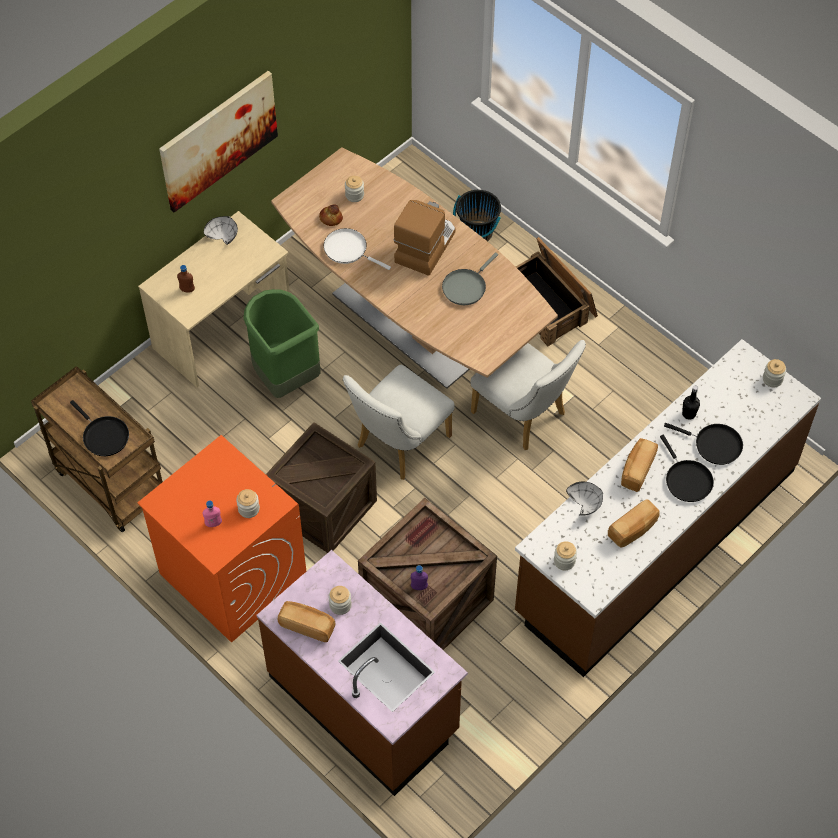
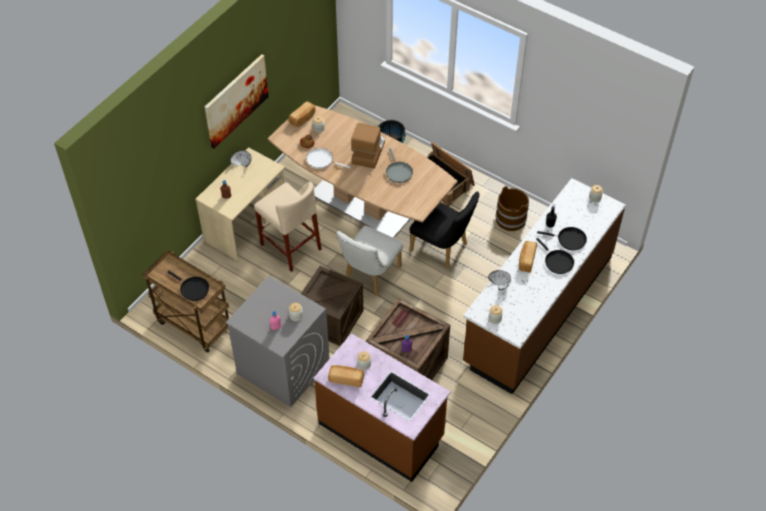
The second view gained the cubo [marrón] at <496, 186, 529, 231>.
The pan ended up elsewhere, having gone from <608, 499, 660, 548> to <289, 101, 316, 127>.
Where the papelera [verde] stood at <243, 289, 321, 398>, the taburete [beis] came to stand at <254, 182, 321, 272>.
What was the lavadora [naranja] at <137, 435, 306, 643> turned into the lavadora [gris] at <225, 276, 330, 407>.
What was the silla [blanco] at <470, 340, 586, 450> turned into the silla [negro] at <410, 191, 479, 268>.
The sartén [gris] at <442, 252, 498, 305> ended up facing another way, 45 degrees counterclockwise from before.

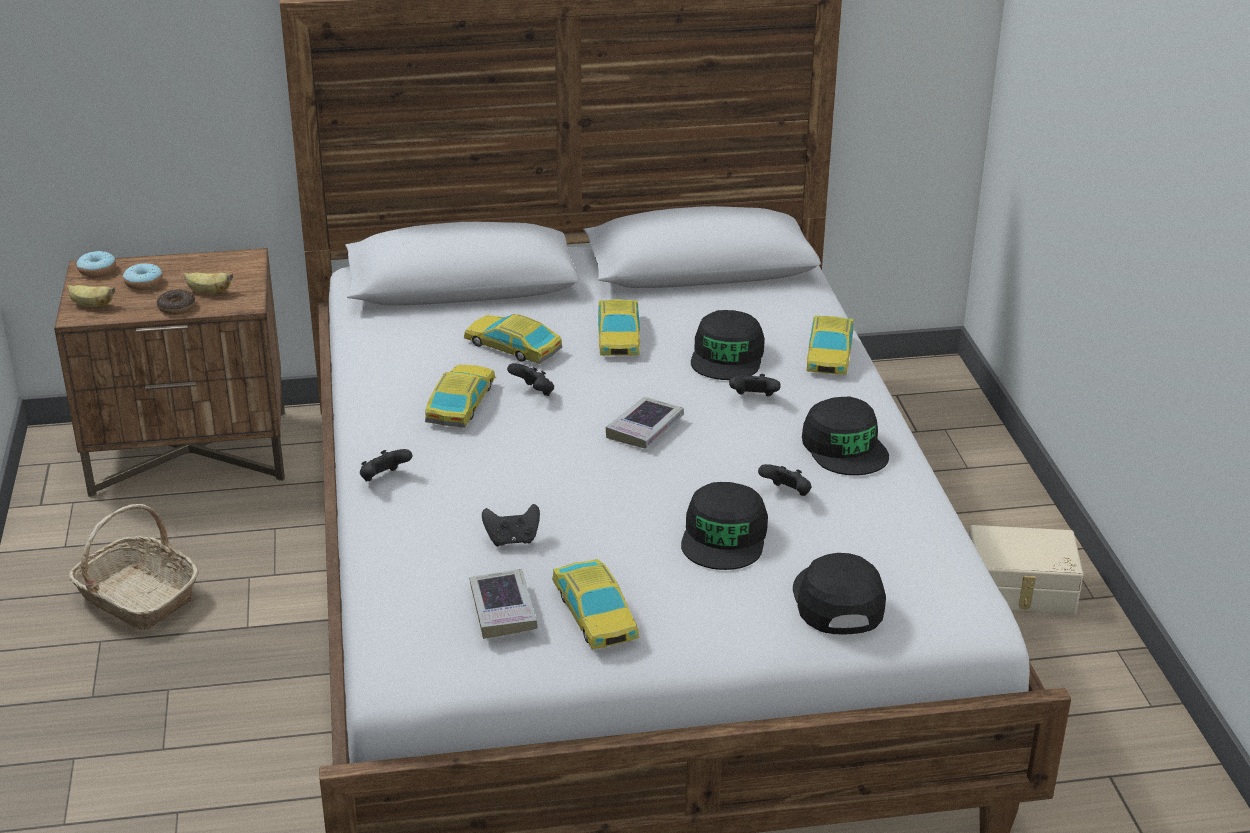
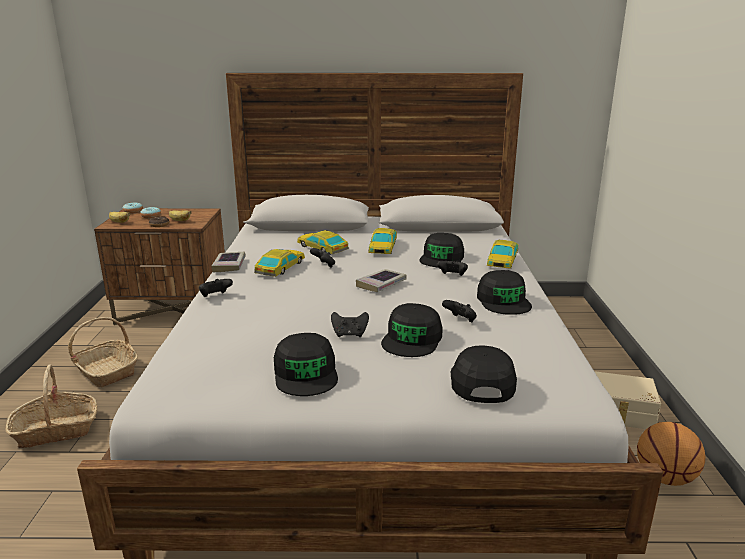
The second view gained the cesta at <6, 364, 98, 448>.
The second view gained the balón de baloncesto at <637, 422, 705, 486>.
The libro ended up elsewhere, having gone from <469, 569, 538, 639> to <212, 252, 246, 272>.
The mando de consola [negro] ended up elsewhere, having gone from <482, 504, 540, 546> to <331, 312, 369, 337>.
Where the coche de juguete stood at <552, 559, 639, 649>, the gorra [negro] came to stand at <274, 333, 338, 396>.

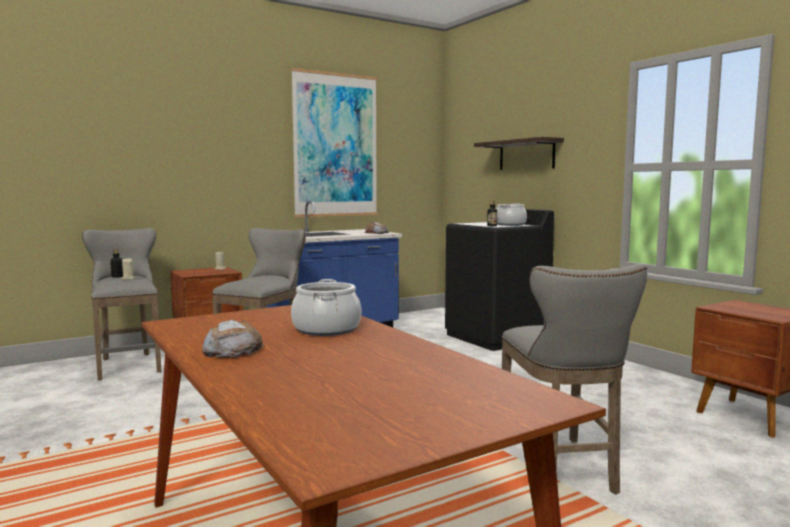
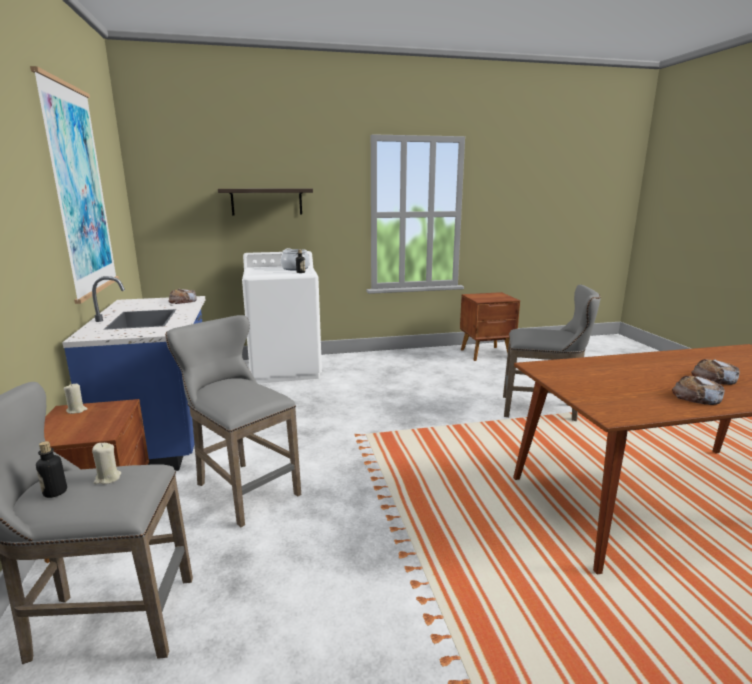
The second view lost the olla at <291, 279, 361, 336>.
The second view gained the pan at <691, 359, 740, 385>.
What was the lavadora [negro] at <445, 209, 554, 351> turned into the lavadora [blanco] at <242, 251, 322, 384>.

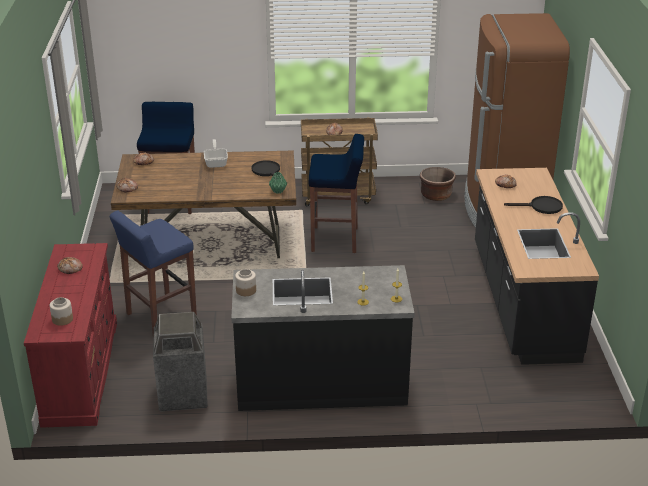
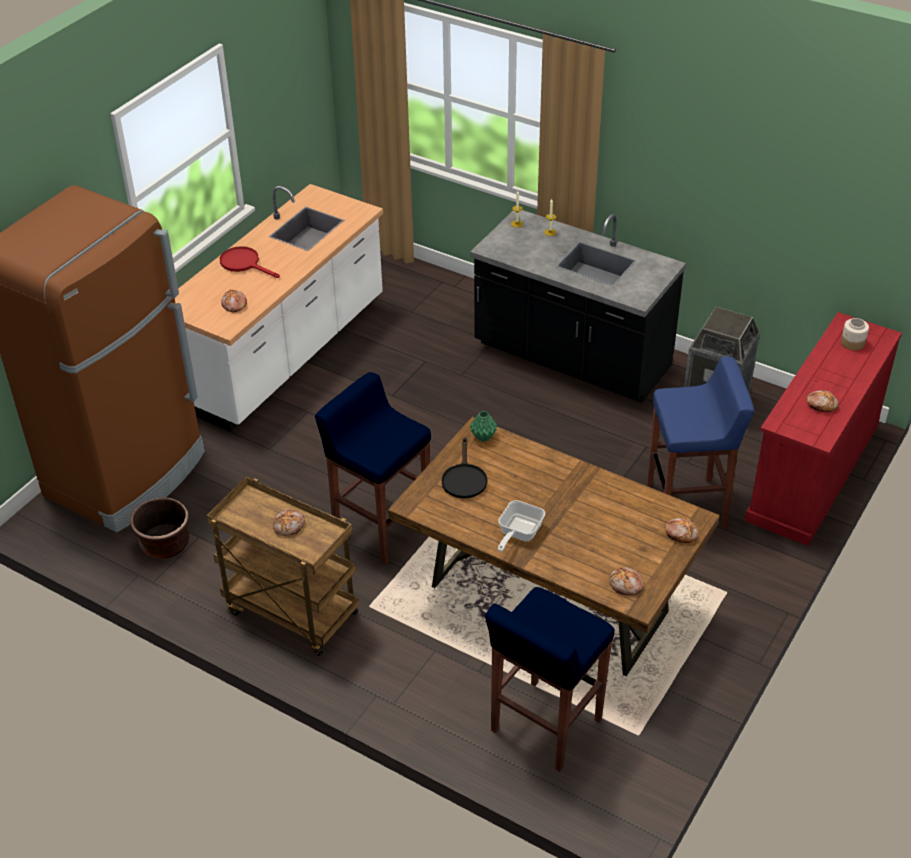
The second view lost the tarro at <235, 269, 256, 296>.
What was the mueble bajo de cocina [negro] at <475, 168, 599, 365> turned into the mueble bajo de cocina [blanco] at <175, 184, 383, 432>.
What was the sartén [negro] at <504, 196, 563, 214> turned into the sartén [rojo] at <220, 246, 280, 278>.

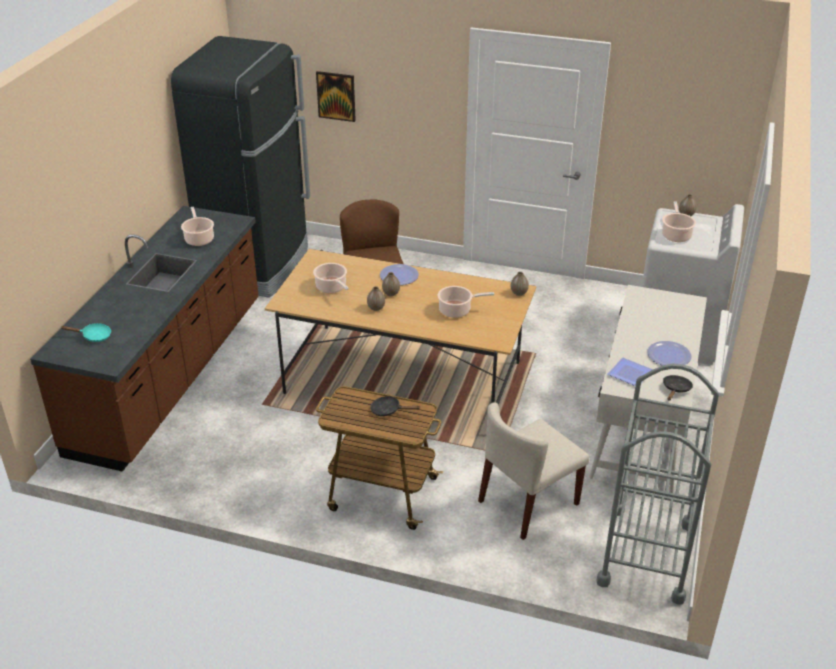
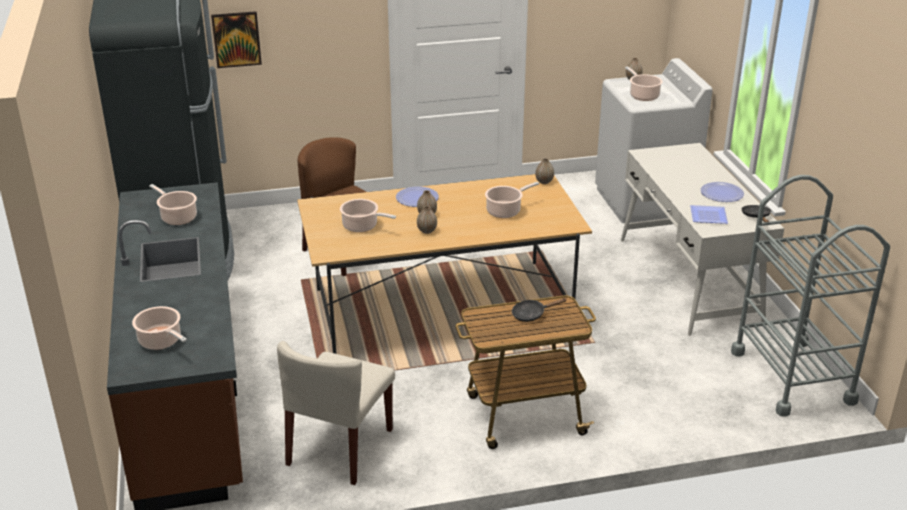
The silla [beis] ended up elsewhere, having gone from <478, 402, 590, 540> to <277, 341, 395, 485>.
Where the sartén [turquesa] stood at <61, 323, 111, 342>, the olla came to stand at <132, 306, 187, 350>.

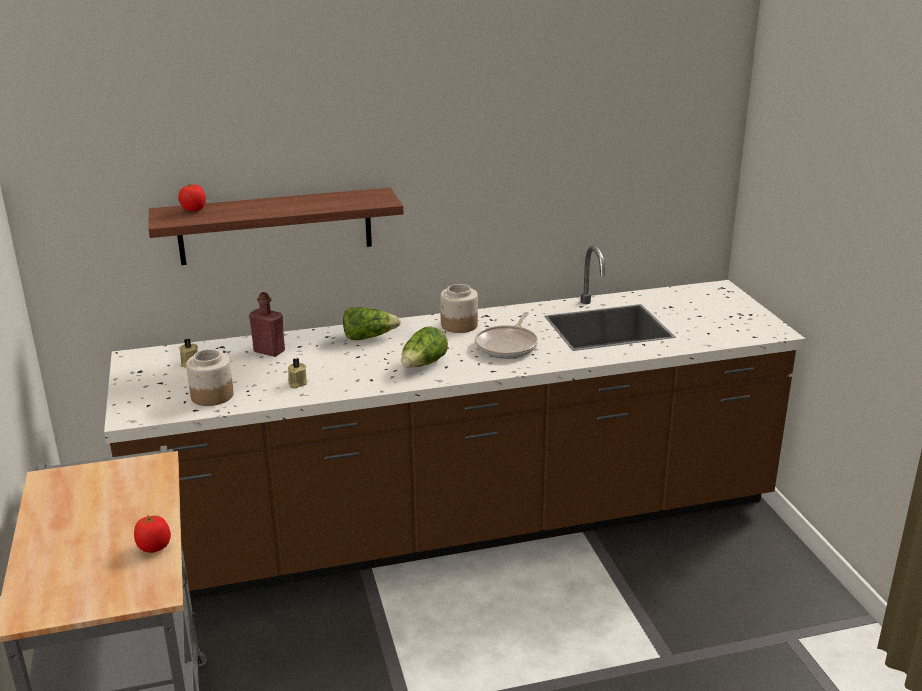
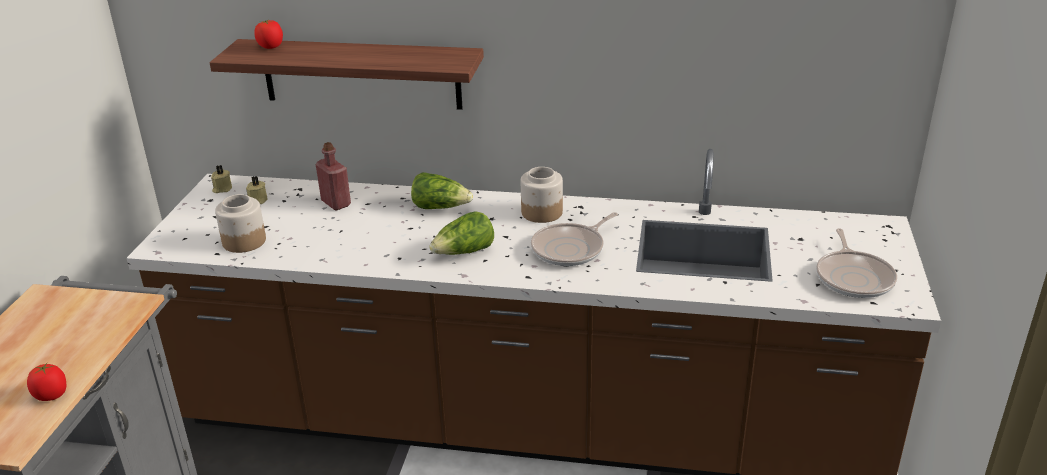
The second view gained the sartén at <816, 228, 897, 298>.
The vela [beis] ended up elsewhere, having gone from <288, 358, 307, 388> to <211, 165, 232, 193>.

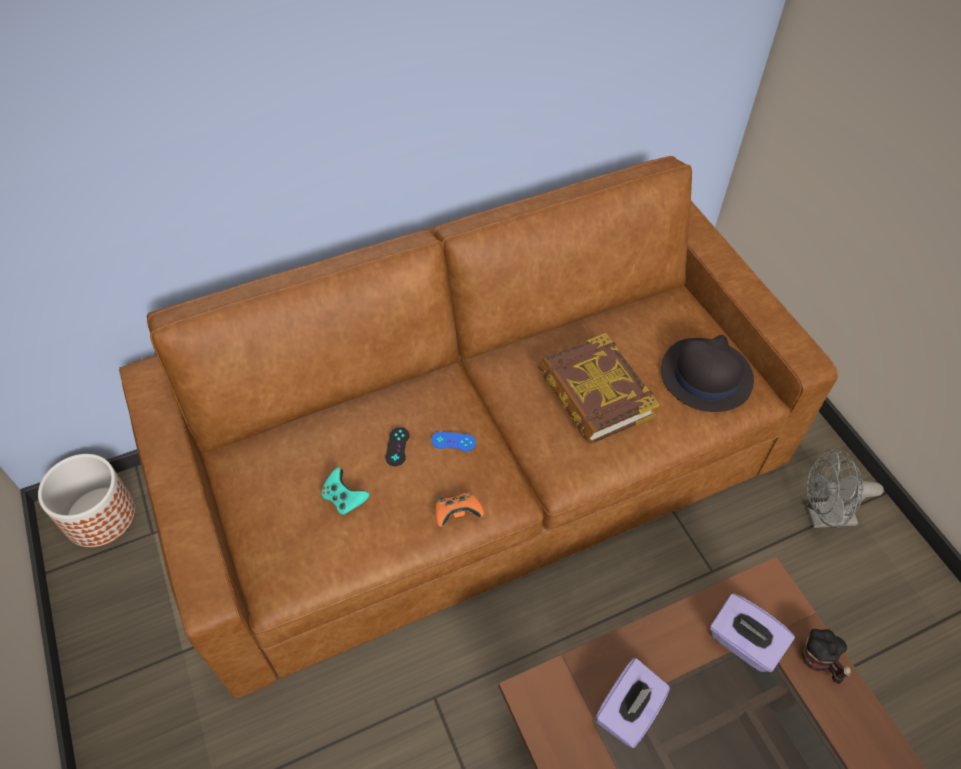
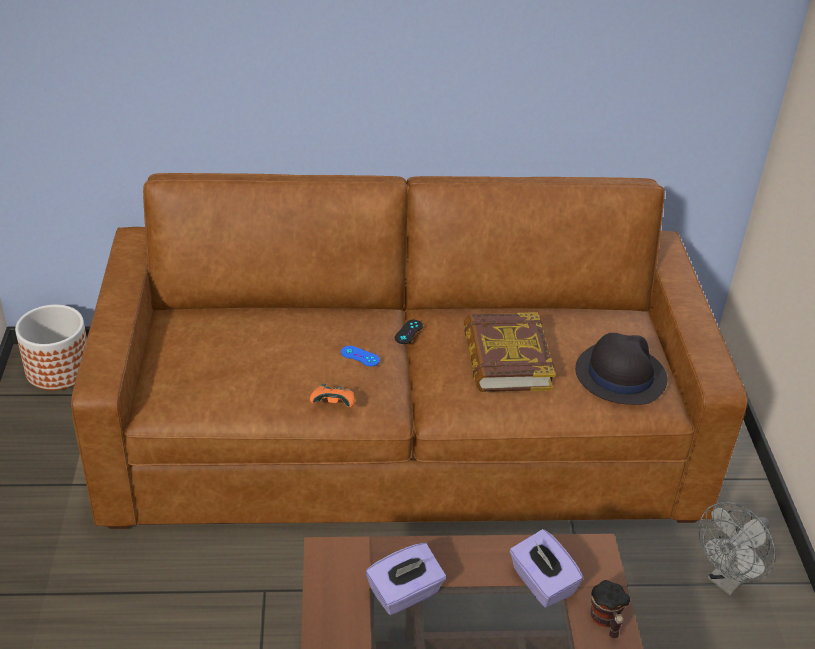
The second view lost the mando de consola [turquesa] at <321, 467, 369, 515>.
The mando de consola [negro] ended up elsewhere, having gone from <385, 427, 409, 466> to <395, 320, 423, 344>.
The ventilador [gris] at <806, 448, 884, 528> ended up facing another way, 60 degrees counterclockwise from before.

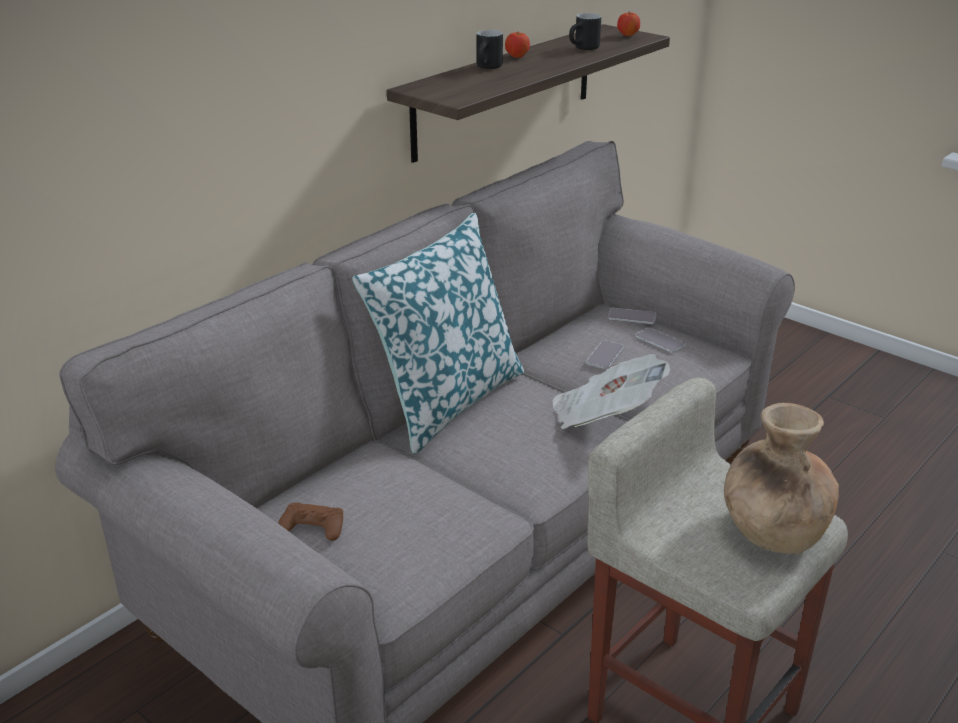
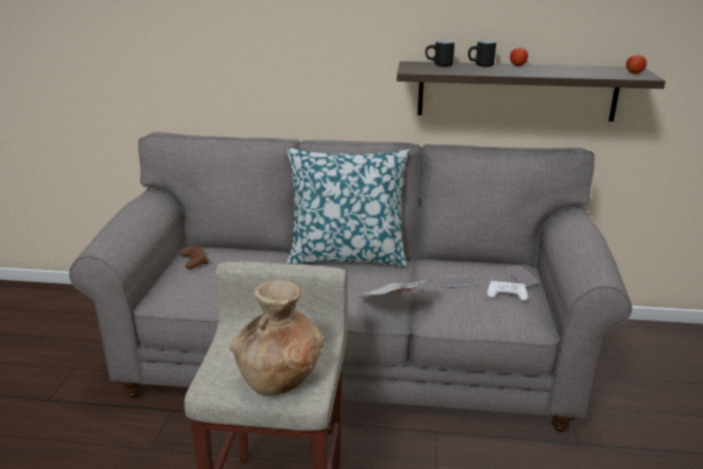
The taza grande [negro] ended up elsewhere, having gone from <569, 13, 601, 50> to <425, 40, 455, 67>.
Where the móvil stood at <635, 328, 686, 353>, the mando de consola [blanco] came to stand at <487, 281, 528, 301>.

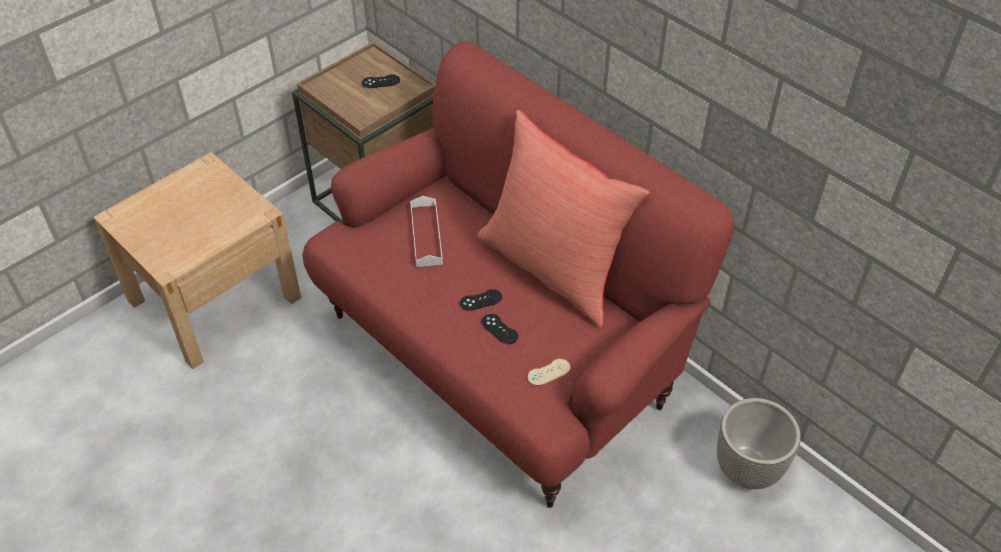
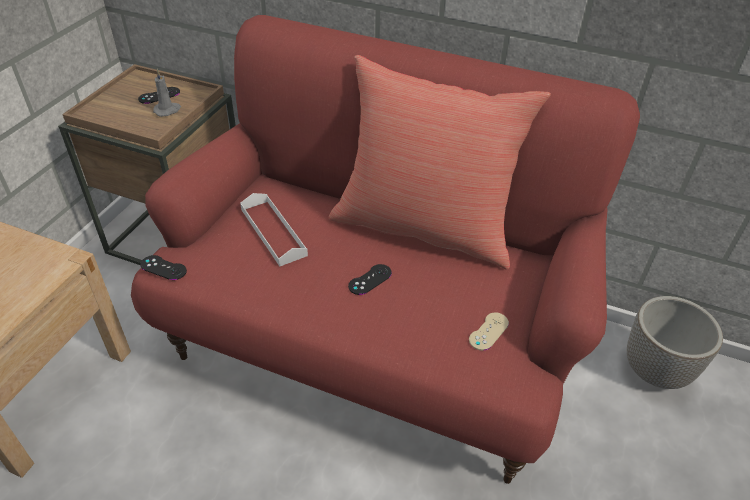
The second view gained the vela [gris] at <153, 69, 181, 117>.
The mando de consola [negro] ended up elsewhere, having gone from <481, 314, 518, 344> to <141, 255, 187, 280>.

